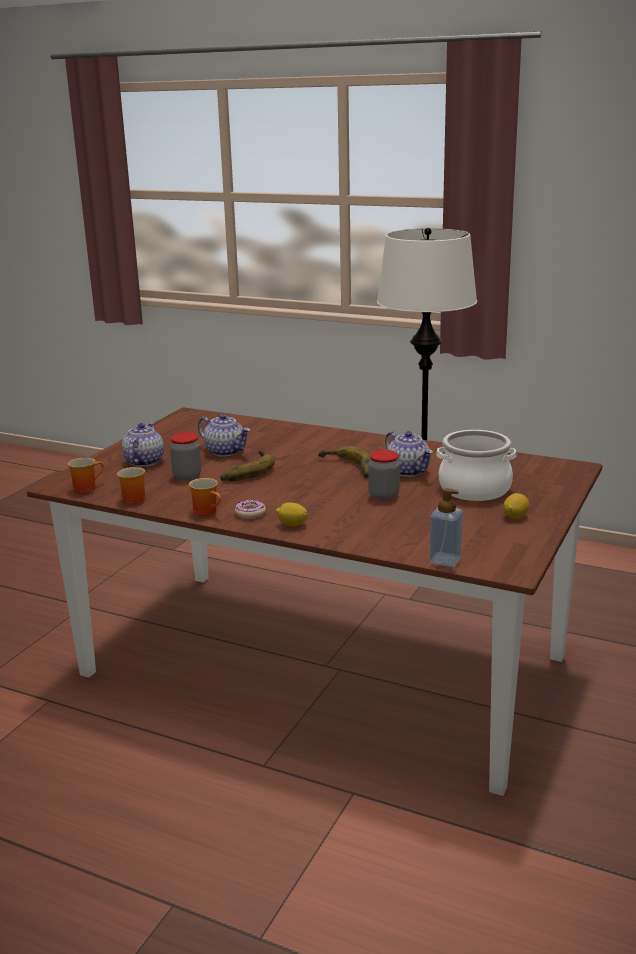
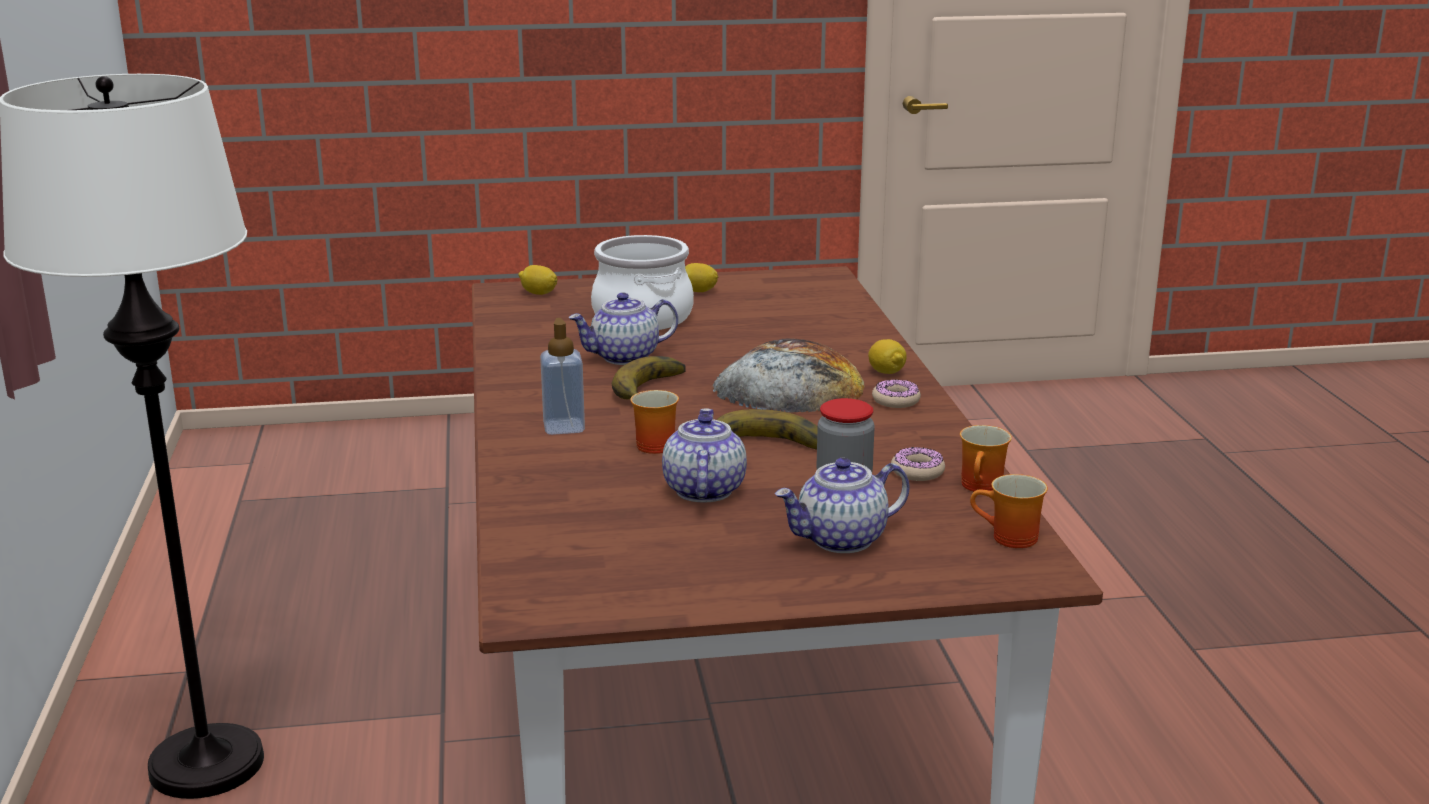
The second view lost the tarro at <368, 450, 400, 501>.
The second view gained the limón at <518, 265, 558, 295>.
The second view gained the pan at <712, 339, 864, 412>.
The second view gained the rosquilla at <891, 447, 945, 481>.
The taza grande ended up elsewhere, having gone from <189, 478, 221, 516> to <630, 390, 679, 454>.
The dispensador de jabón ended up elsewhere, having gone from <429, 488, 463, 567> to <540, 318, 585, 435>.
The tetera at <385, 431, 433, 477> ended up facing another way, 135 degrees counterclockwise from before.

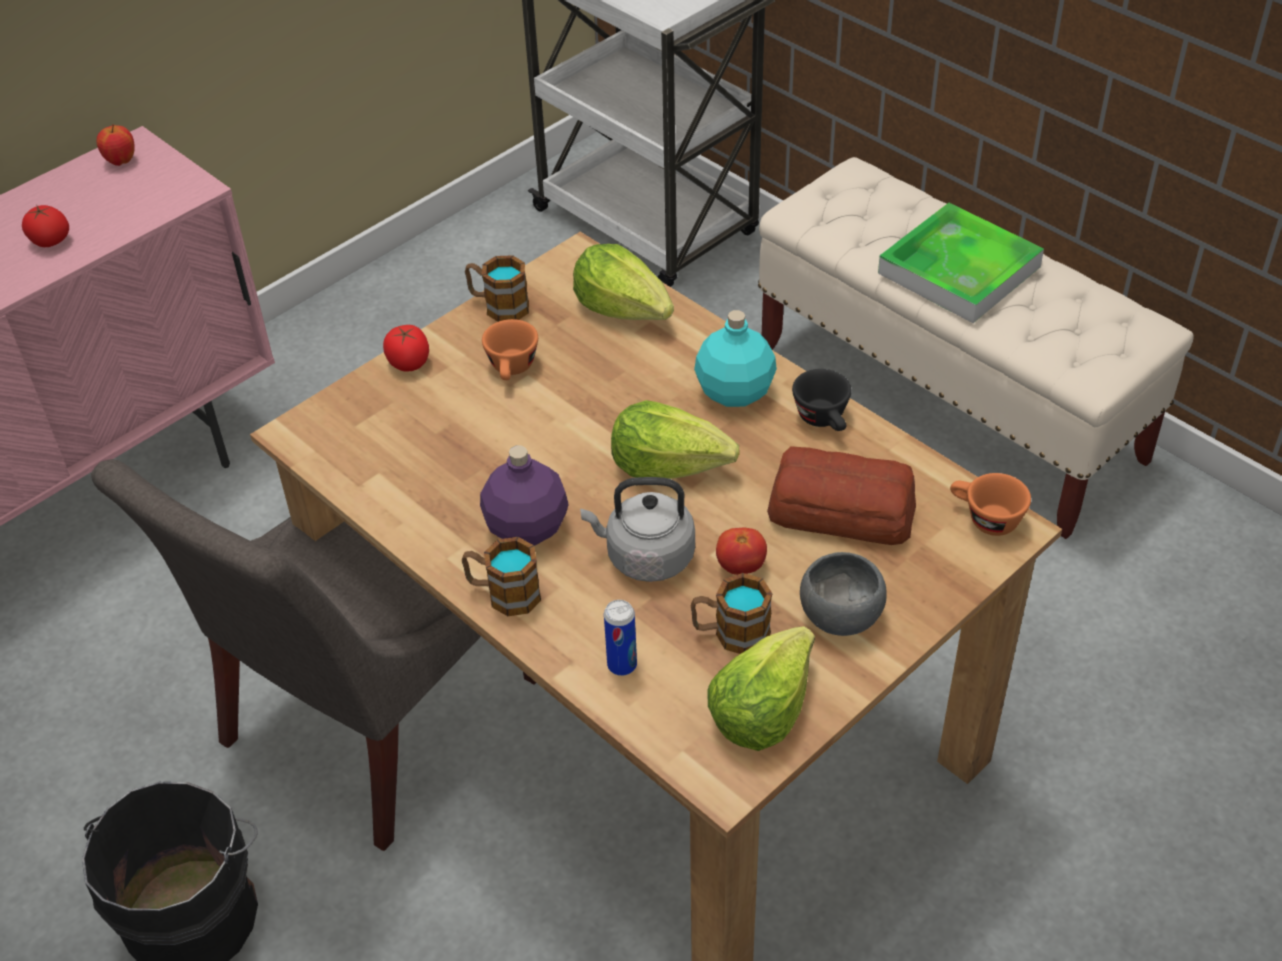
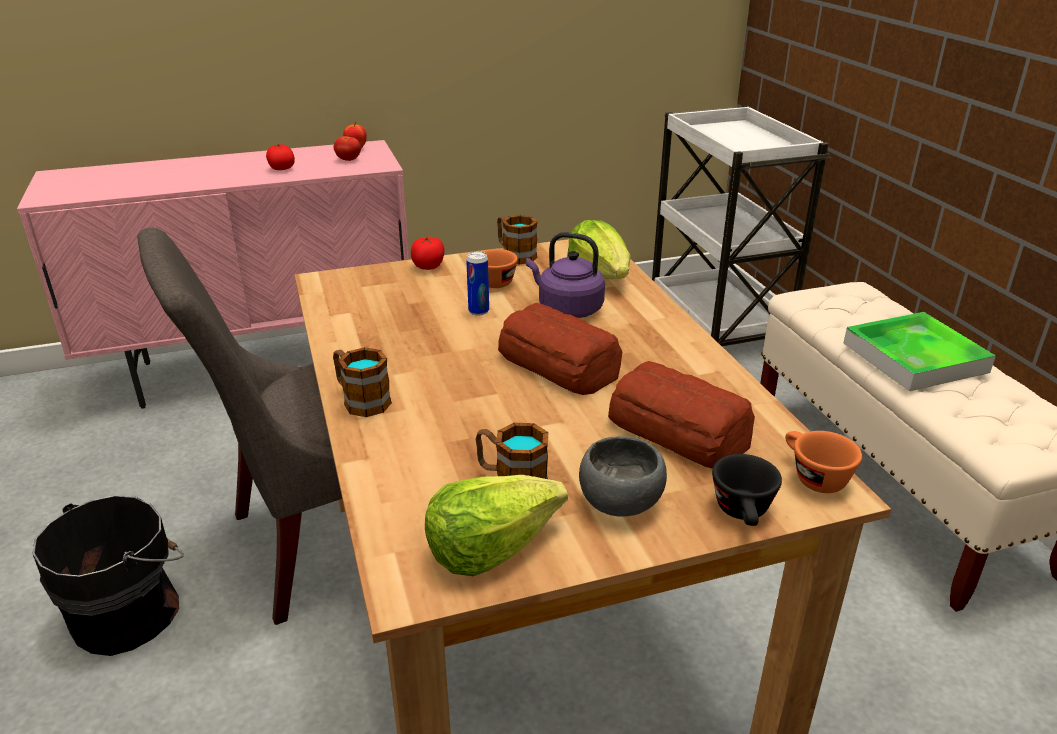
The second view lost the botella [morado] at <480, 446, 569, 546>.
The second view lost the hervidor [gris] at <580, 477, 695, 582>.
The second view lost the botella [turquesa] at <694, 310, 777, 407>.
The second view gained the hervidor [morado] at <526, 232, 605, 318>.
The lata ended up elsewhere, having gone from <604, 600, 637, 676> to <466, 251, 489, 315>.
The tomate ended up elsewhere, having gone from <716, 527, 767, 575> to <334, 136, 361, 161>.
The taza [negro] ended up elsewhere, having gone from <792, 369, 851, 431> to <712, 454, 782, 526>.
Where the lechuga stood at <611, 400, 739, 479>, the pan came to stand at <498, 303, 623, 395>.

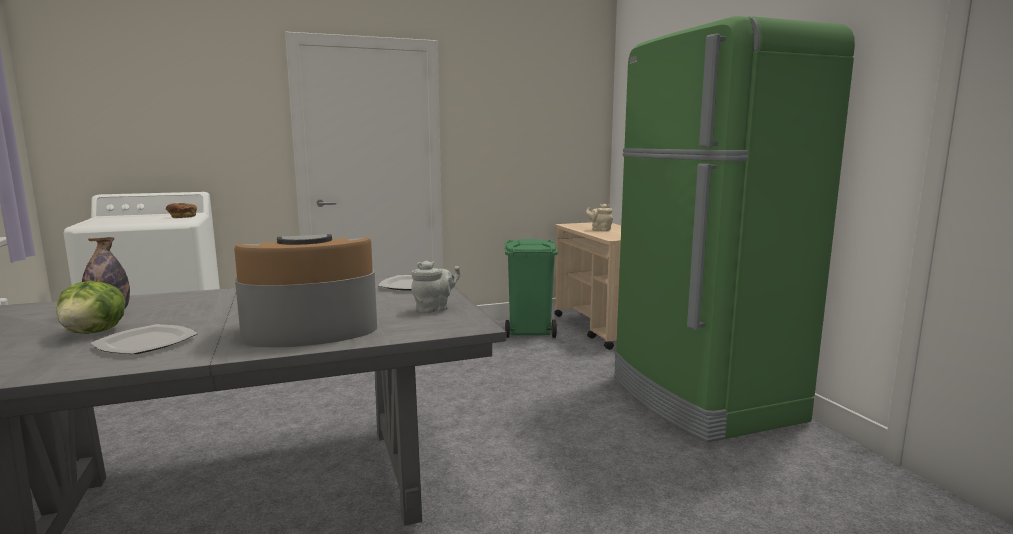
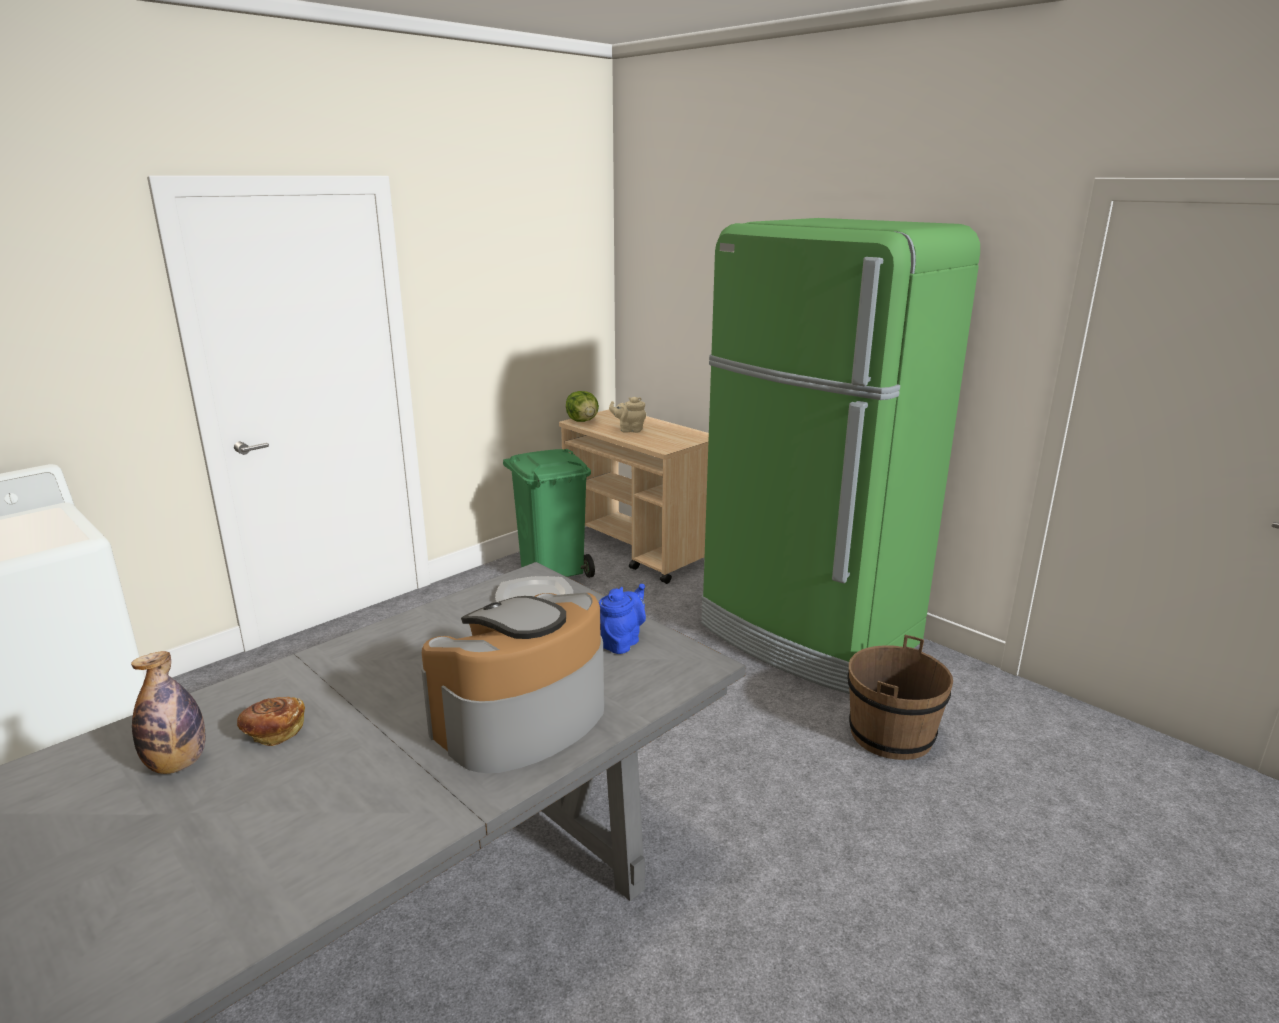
The second view lost the plato at <91, 324, 198, 354>.
The second view gained the cubo [marrón] at <847, 635, 953, 760>.
The lechuga ended up elsewhere, having gone from <57, 281, 126, 334> to <566, 391, 599, 422>.
The pan ended up elsewhere, having gone from <166, 203, 197, 218> to <237, 697, 305, 746>.
What was the tetera [gris] at <411, 261, 460, 313> turned into the tetera [azul] at <599, 584, 646, 654>.

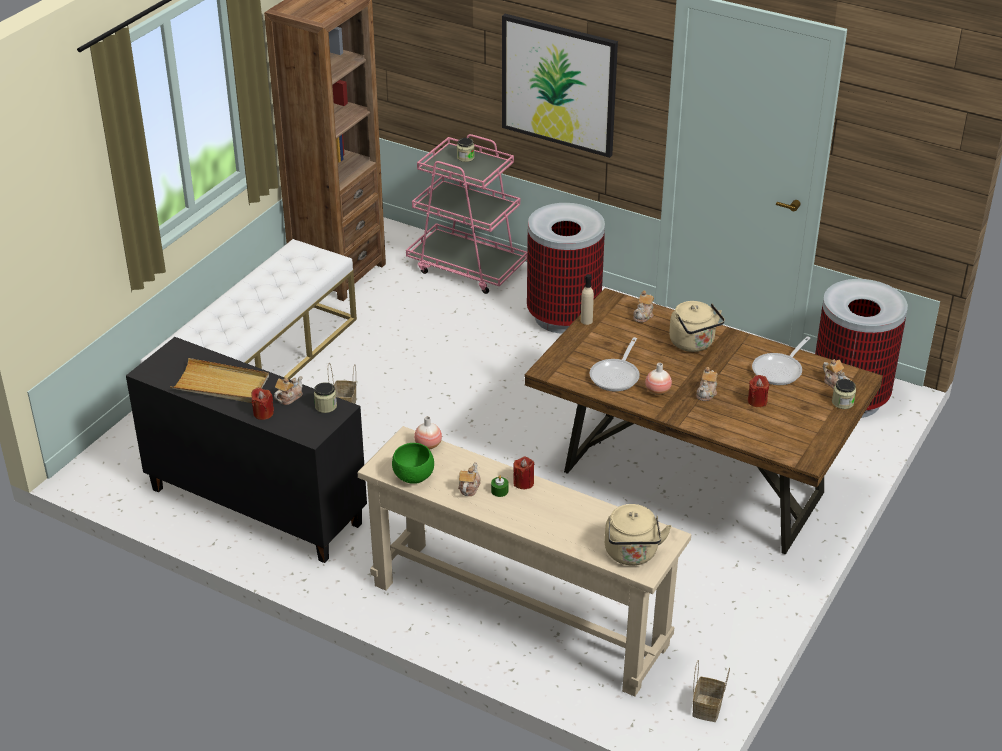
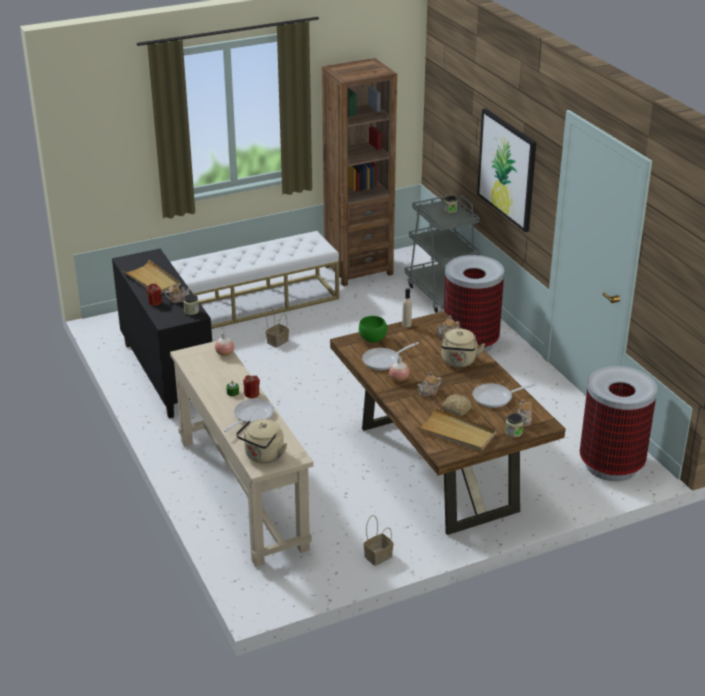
The second view lost the tetera at <458, 462, 481, 496>.
The second view gained the sartén at <224, 399, 274, 432>.
The second view gained the bandeja [beis] at <417, 408, 496, 452>.
The cuenco [verde] ended up elsewhere, having gone from <392, 443, 434, 484> to <359, 316, 387, 343>.
The cesta ended up elsewhere, having gone from <692, 660, 730, 722> to <364, 515, 394, 566>.
Where the vela [rojo] stood at <748, 375, 769, 407>, the pan came to stand at <442, 394, 472, 416>.
What was the carrito [rosa] at <406, 134, 527, 294> turned into the carrito [gris] at <405, 195, 480, 313>.

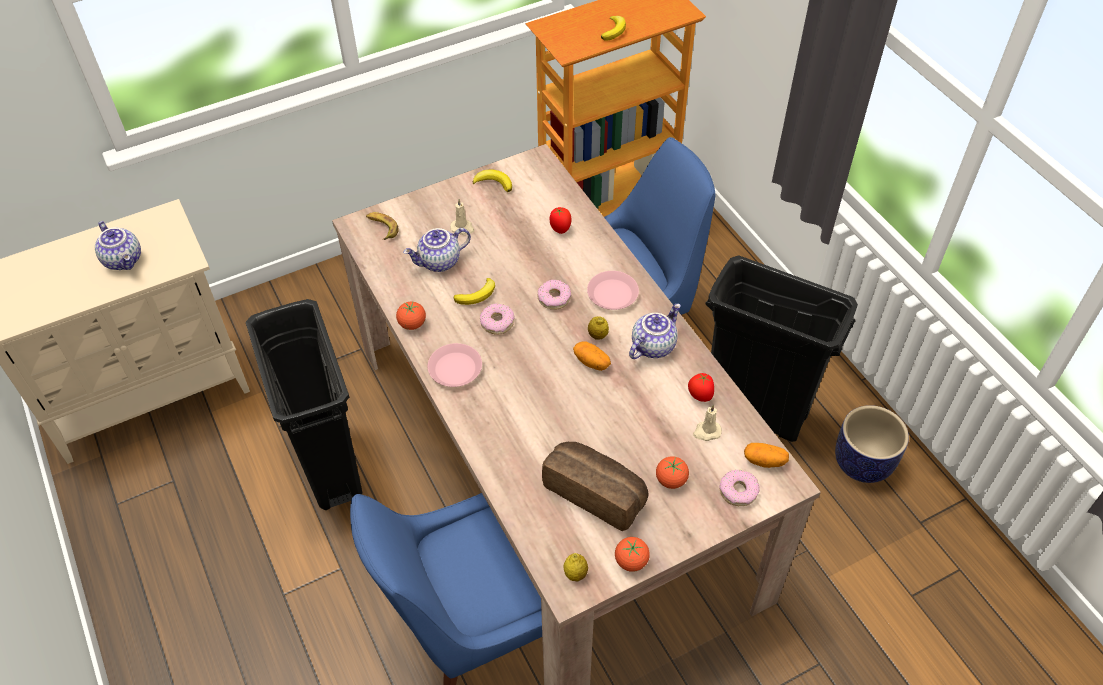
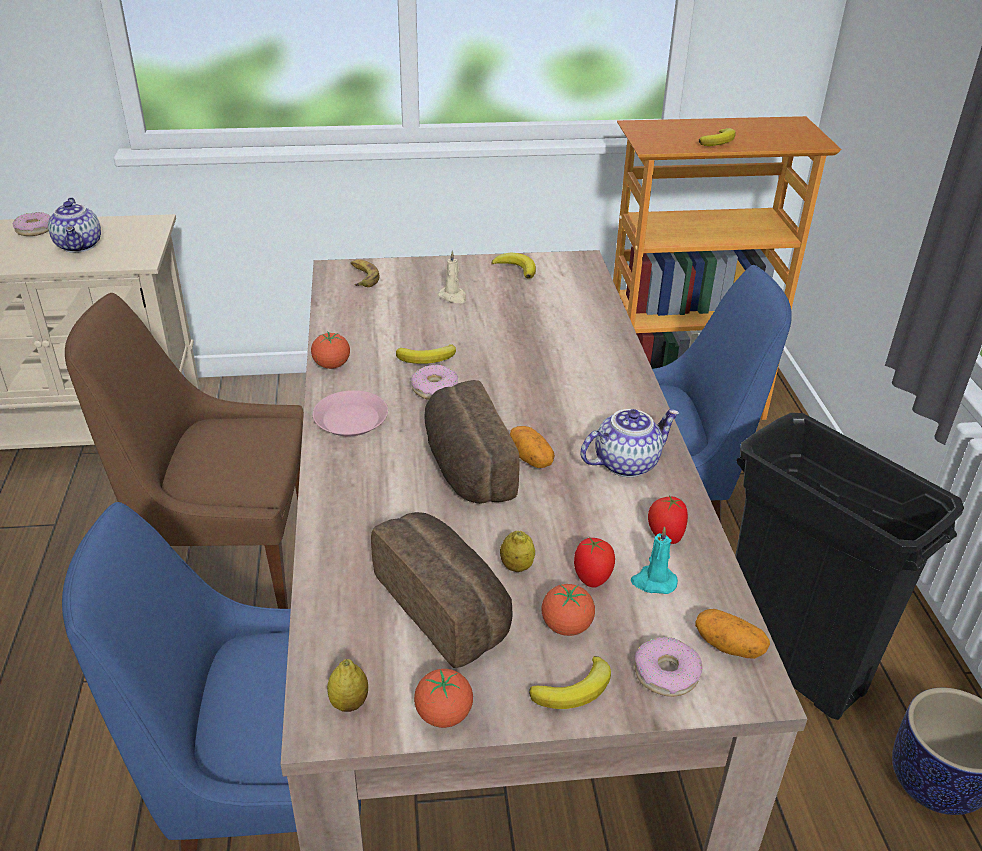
The second view lost the tetera at <403, 228, 471, 272>.
The second view lost the plato [rosa] at <587, 271, 639, 310>.
The second view gained the pan at <424, 380, 519, 504>.
The second view gained the plátano at <529, 656, 611, 709>.
The rosquilla ended up elsewhere, having gone from <537, 280, 571, 310> to <13, 212, 50, 236>.
The tomate ended up elsewhere, having gone from <549, 207, 571, 234> to <574, 537, 615, 588>.
The limón ended up elsewhere, having gone from <588, 317, 609, 340> to <500, 531, 535, 572>.
Where the papelera [negro] stood at <246, 299, 362, 510>, the silla [marrón] came to stand at <65, 293, 304, 609>.
What was the vela [beis] at <693, 405, 722, 441> turned into the vela [turquesa] at <630, 526, 678, 594>.

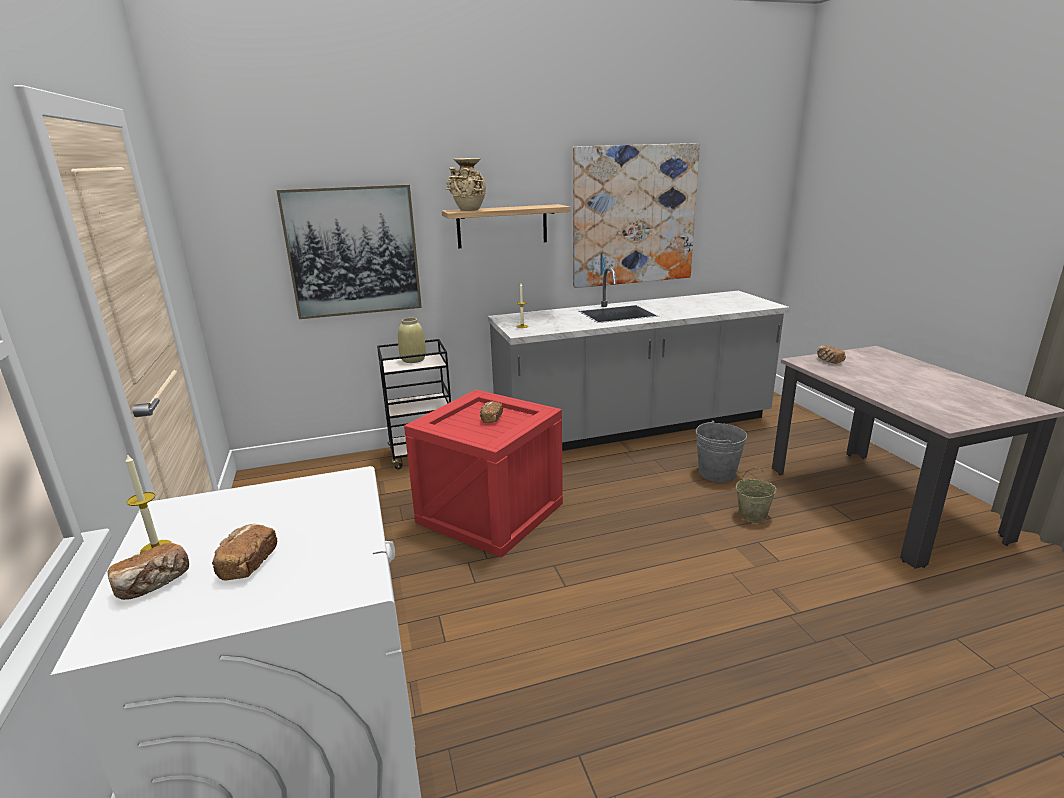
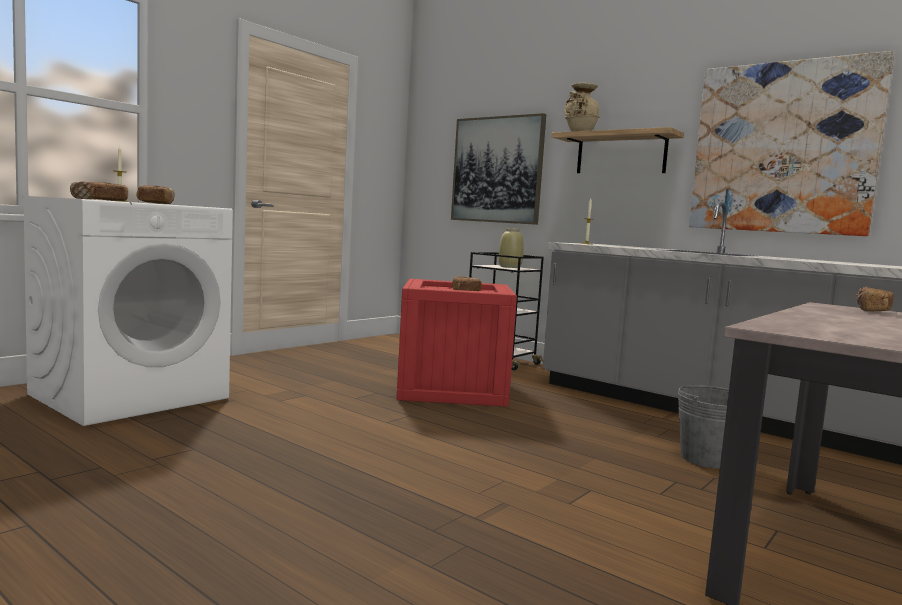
The second view lost the cubo [beis] at <736, 467, 776, 523>.
The second view gained the pan at <137, 185, 175, 204>.

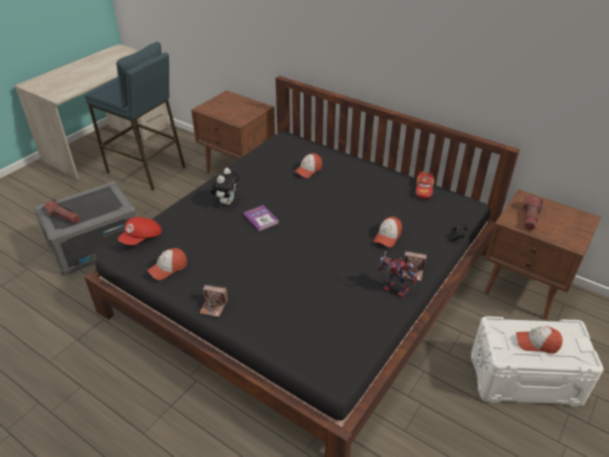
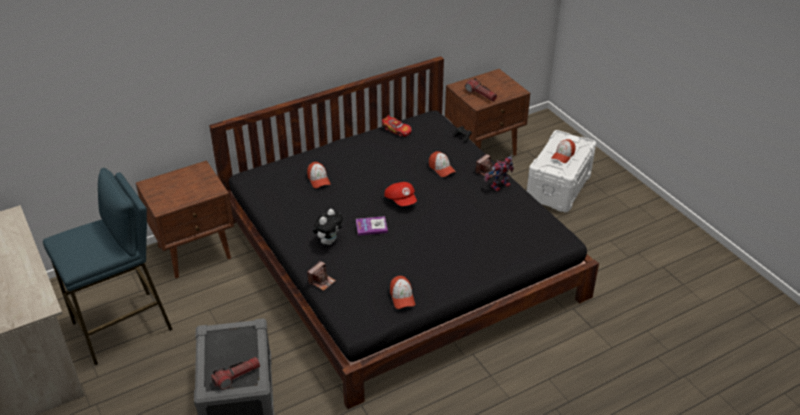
The gorra [rojo] ended up elsewhere, having gone from <118, 217, 162, 245> to <384, 182, 417, 206>.
The cámara ended up elsewhere, having gone from <199, 285, 229, 317> to <307, 261, 336, 291>.
The peluche at <211, 168, 239, 205> ended up facing another way, 75 degrees clockwise from before.

